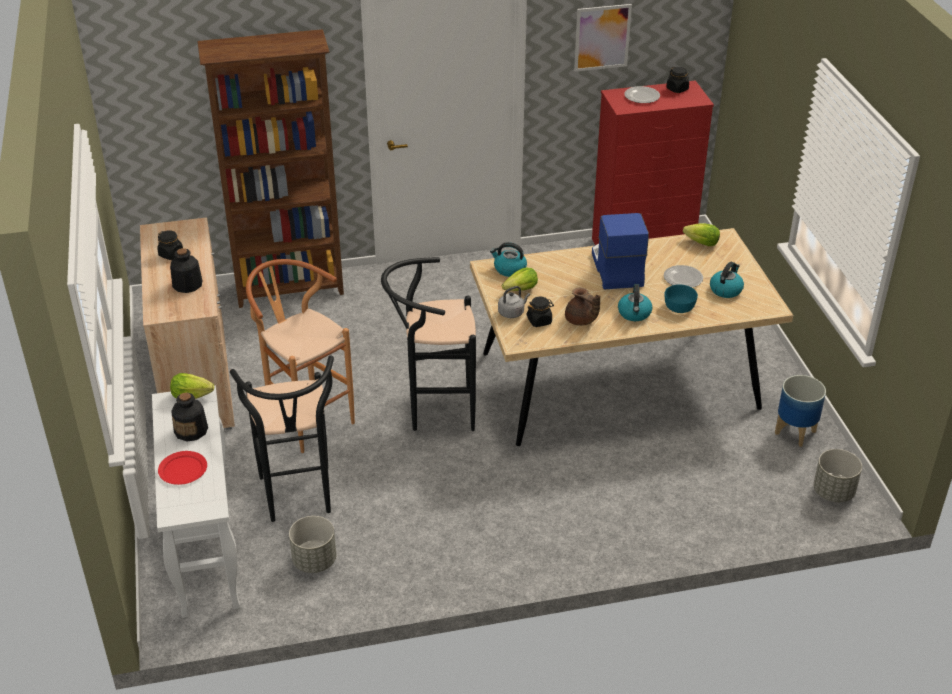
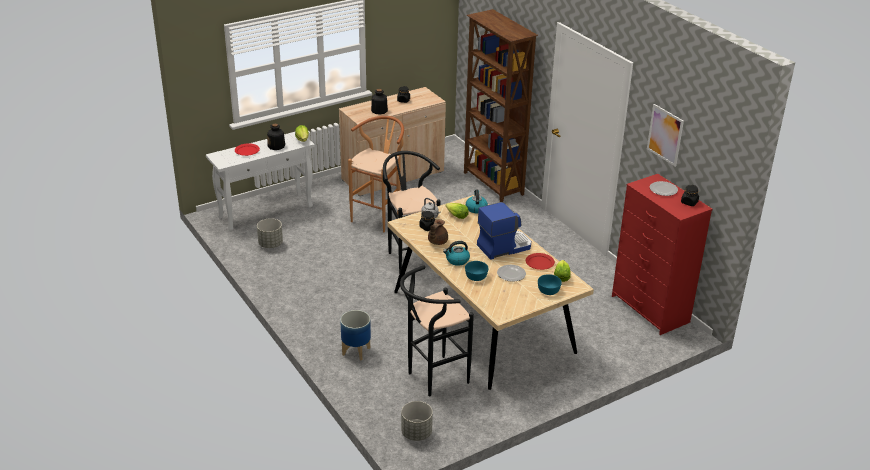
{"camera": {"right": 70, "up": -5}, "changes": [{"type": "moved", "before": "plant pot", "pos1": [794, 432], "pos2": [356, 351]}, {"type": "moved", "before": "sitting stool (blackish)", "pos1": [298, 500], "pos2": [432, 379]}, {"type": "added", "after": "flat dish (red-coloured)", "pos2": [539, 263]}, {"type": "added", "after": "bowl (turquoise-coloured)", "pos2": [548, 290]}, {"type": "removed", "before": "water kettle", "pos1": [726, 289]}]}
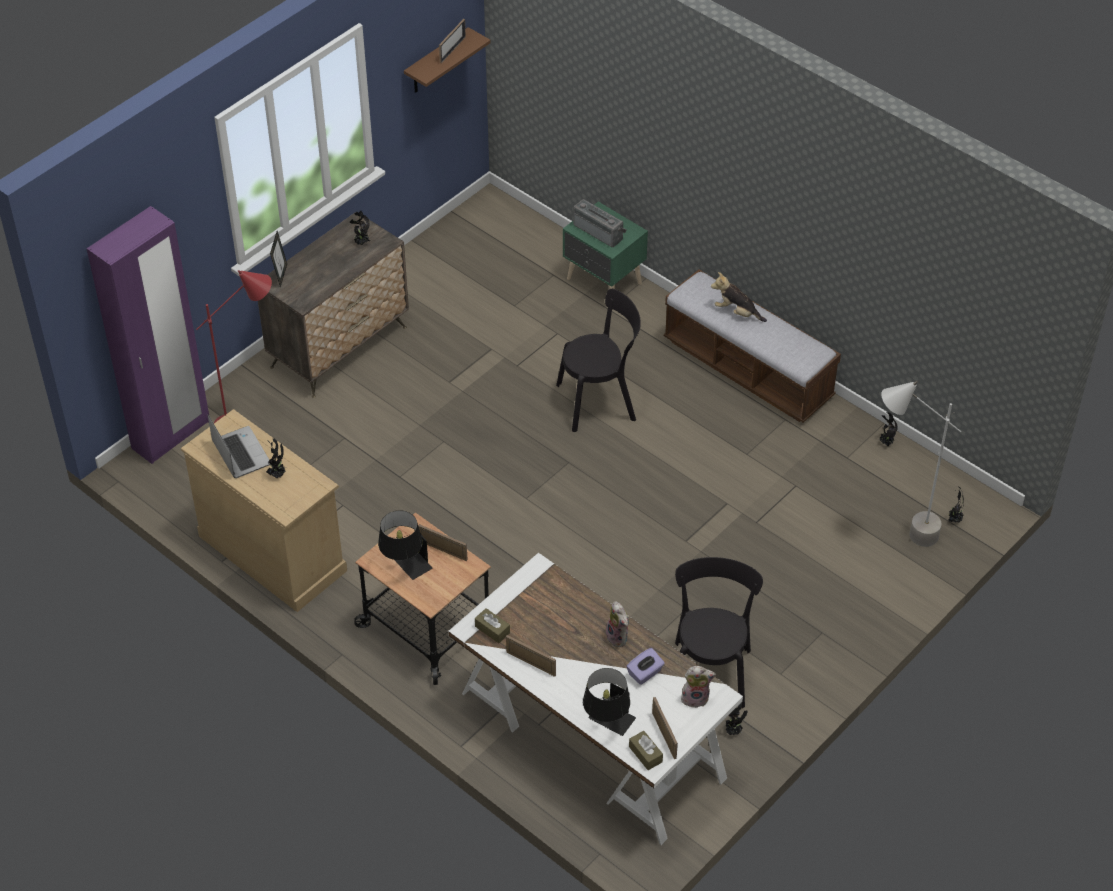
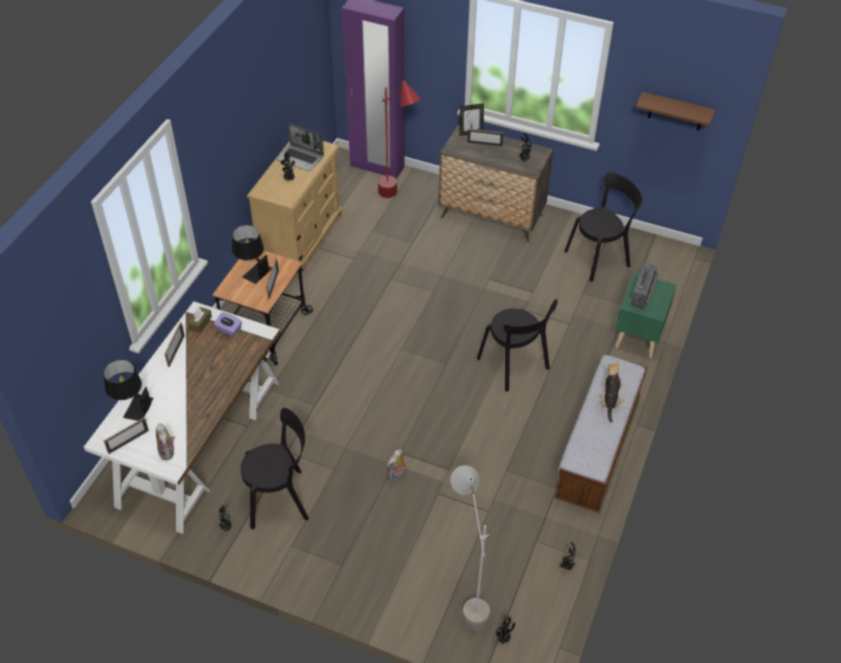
{"camera": {"right": 70, "up": 0}, "changes": [{"type": "moved", "before": "box of tissues (purplish)", "pos1": [645, 673], "pos2": [229, 330]}, {"type": "turned", "before": "notebook computer", "pos1": [240, 453], "pos2": [301, 158], "turn": 75}, {"type": "moved", "before": "plush toy", "pos1": [619, 637], "pos2": [397, 475]}, {"type": "moved", "before": "photo frame", "pos1": [452, 50], "pos2": [484, 144]}, {"type": "added", "after": "plain chair (blackish)", "pos2": [600, 257]}, {"type": "removed", "before": "box of tissues (brown-coloured)", "pos1": [645, 754]}]}
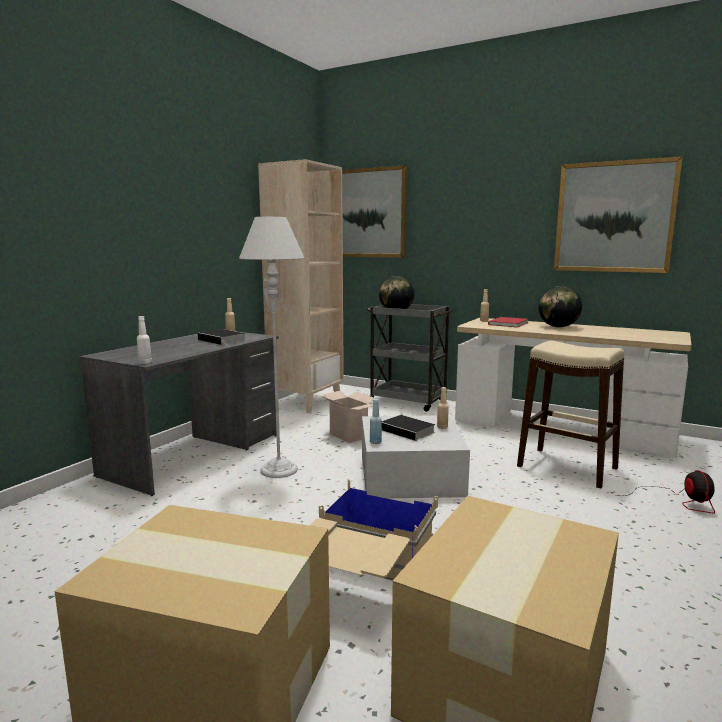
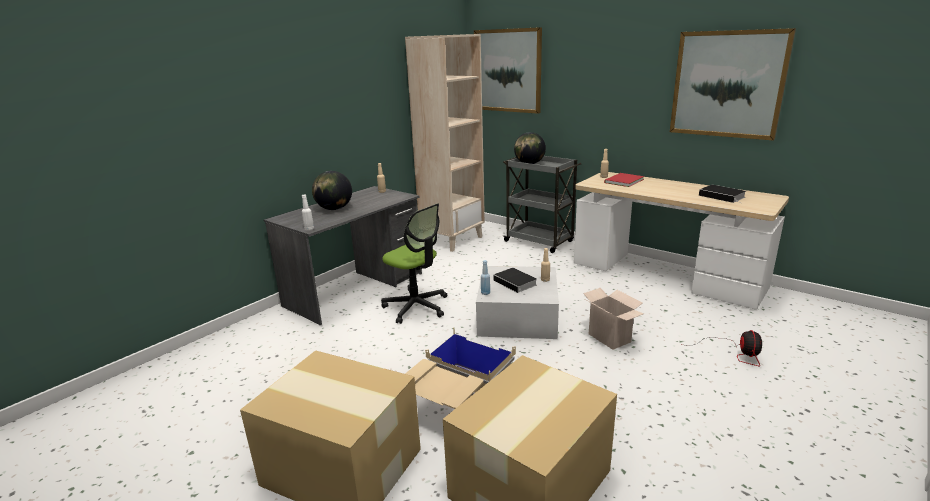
{"camera": {"right": 10, "up": 10}, "changes": [{"type": "moved", "before": "desk globe", "pos1": [558, 327], "pos2": [334, 209]}, {"type": "replaced", "before": "standing lamp (gray)", "after": "desk chair", "pos1": [279, 470], "pos2": [416, 307]}, {"type": "moved", "before": "packing box", "pos1": [350, 436], "pos2": [611, 338]}, {"type": "moved", "before": "bound book", "pos1": [223, 340], "pos2": [723, 196]}, {"type": "removed", "before": "sitting stool (beige-coloured)", "pos1": [566, 467]}]}
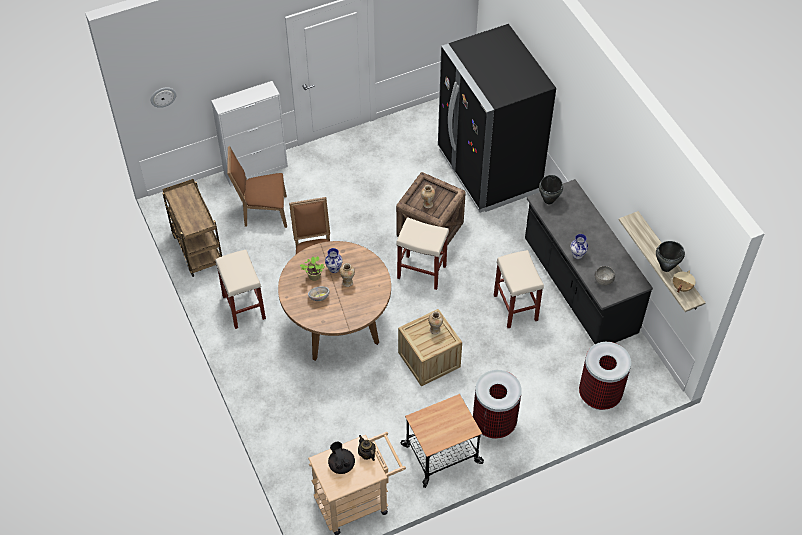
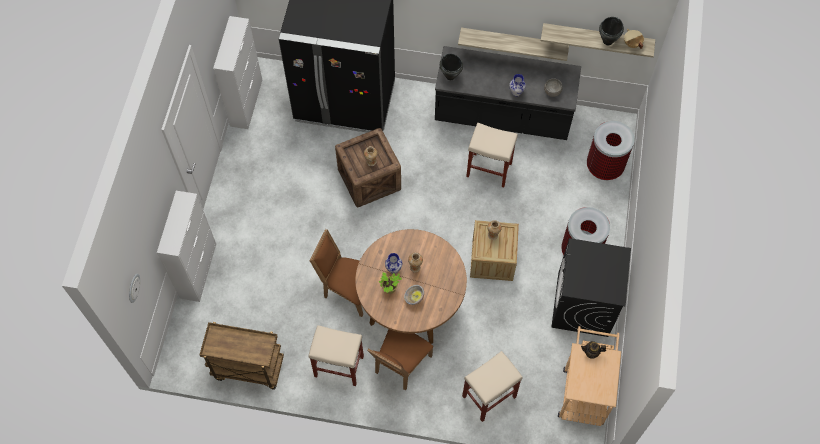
{"camera": {"right": -55, "up": 10}, "changes": [{"type": "added", "after": "storage cabinet (whitish)", "pos2": [246, 102]}, {"type": "moved", "before": "plain chair (brown-coloured)", "pos1": [262, 212], "pos2": [400, 365]}, {"type": "added", "after": "shelf", "pos2": [514, 41]}, {"type": "moved", "before": "sitting stool (beige-coloured)", "pos1": [422, 272], "pos2": [489, 396]}, {"type": "replaced", "before": "cart", "after": "washing machine (blackish)", "pos1": [442, 454], "pos2": [583, 305]}, {"type": "removed", "before": "pot for tea (blackish)", "pos1": [341, 464]}]}
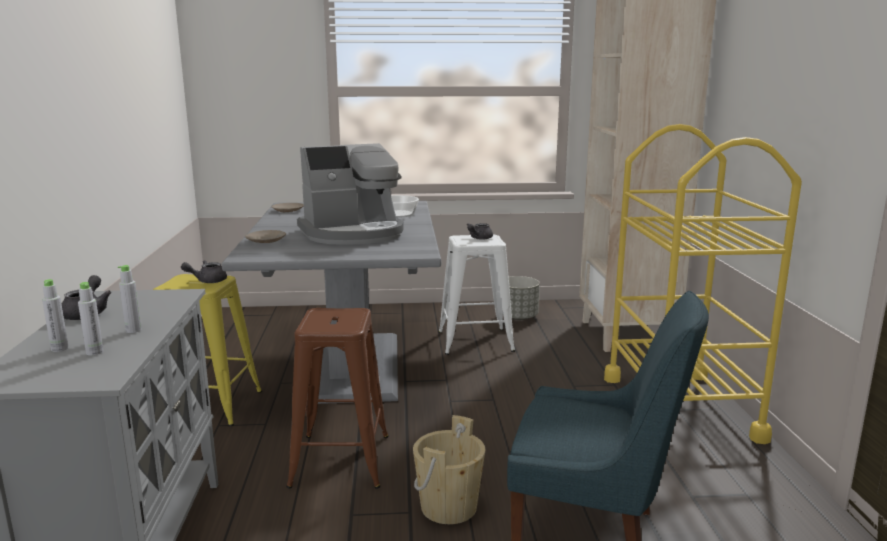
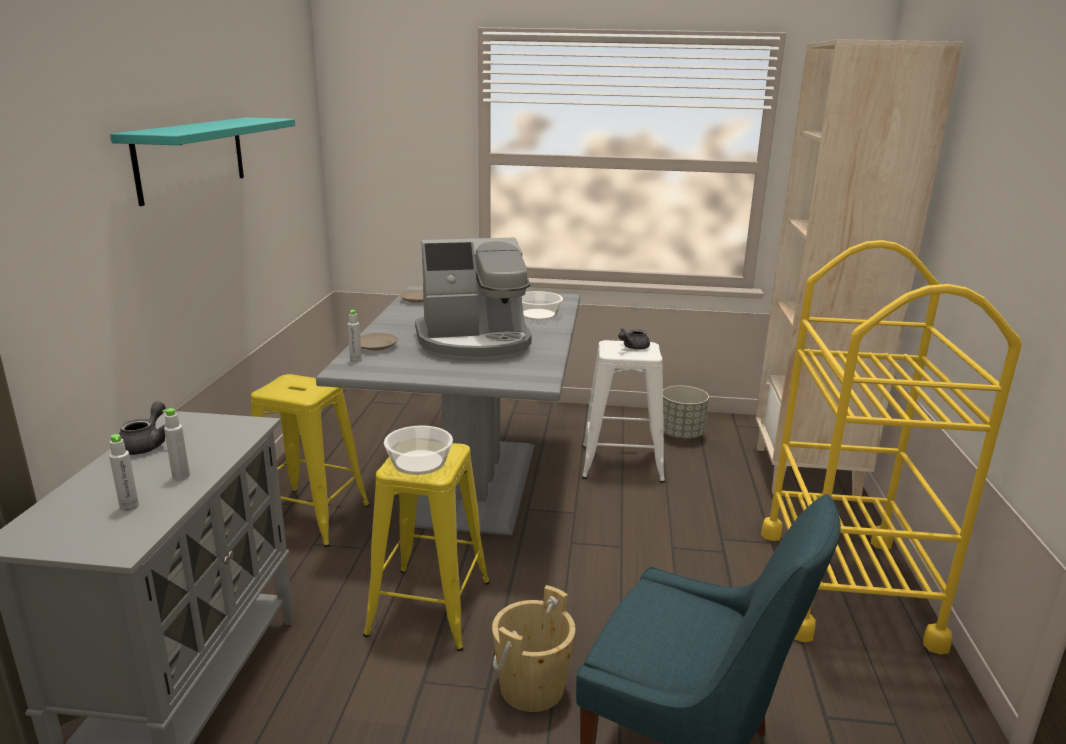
{"camera": {"right": 10, "up": 5}, "changes": [{"type": "added", "after": "shelf (turquoise-coloured)", "pos2": [192, 157]}, {"type": "moved", "before": "drink bottle (gray)", "pos1": [59, 349], "pos2": [355, 360]}, {"type": "recoloured", "before": "sitting stool (brown-coloured)", "after": "sitting stool (yellowish)", "pos1": [340, 460], "pos2": [429, 607]}, {"type": "added", "after": "bowl", "pos2": [419, 462]}, {"type": "removed", "before": "pot for tea (gray)", "pos1": [207, 281]}]}
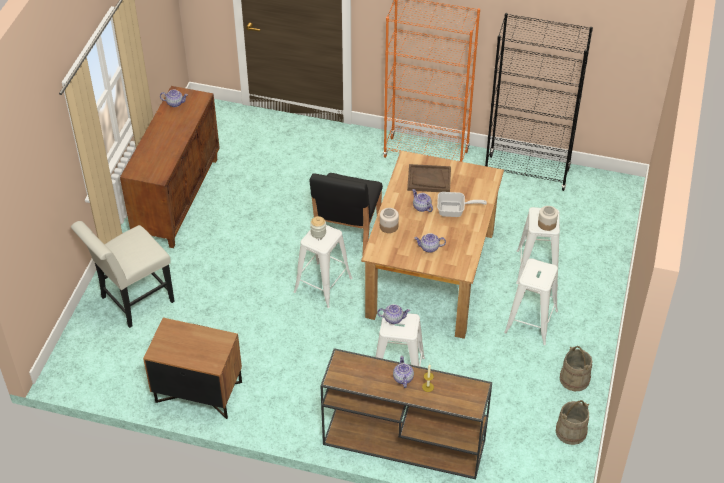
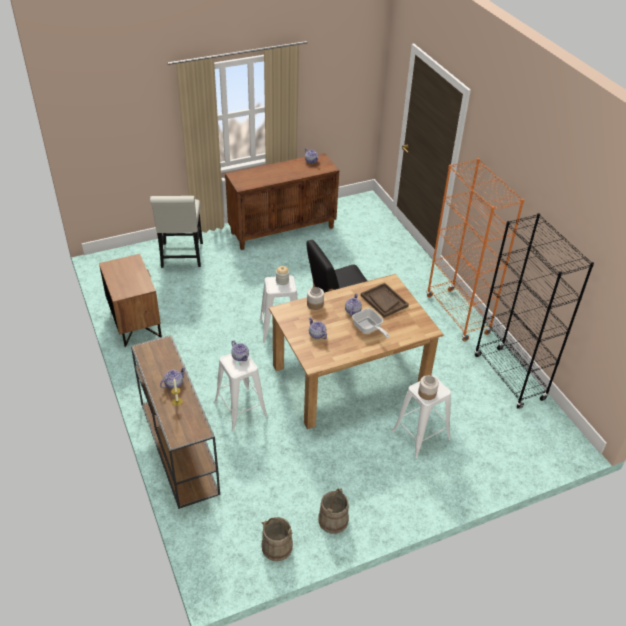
{"camera": {"right": 50, "up": -5}, "changes": [{"type": "turned", "before": "plain chair (whitish)", "pos1": [133, 302], "pos2": [181, 257], "turn": -105}, {"type": "removed", "before": "sitting stool (whitish)", "pos1": [531, 321]}]}
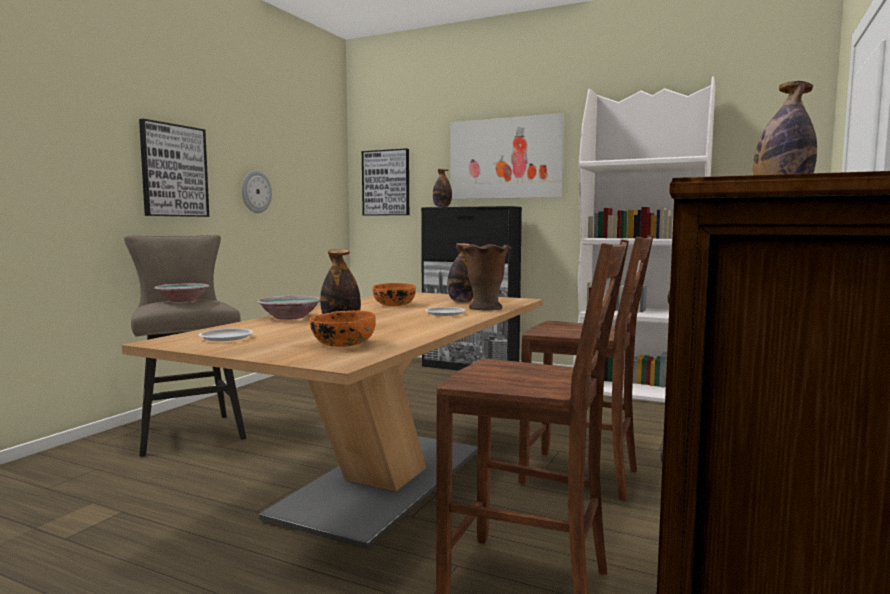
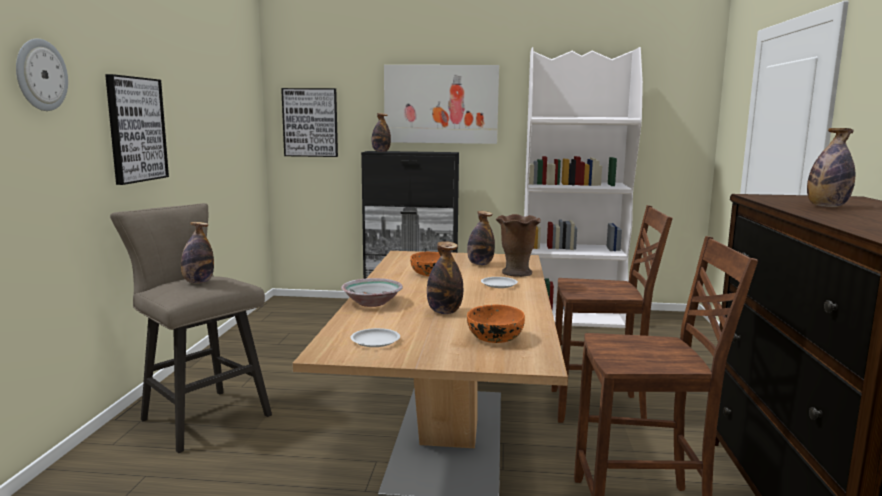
{"camera": {"right": -20, "up": 5}, "changes": [{"type": "moved", "before": "wall clock", "pos1": [256, 192], "pos2": [40, 75]}, {"type": "replaced", "before": "bowl", "after": "drink bottle", "pos1": [182, 300], "pos2": [198, 282]}]}
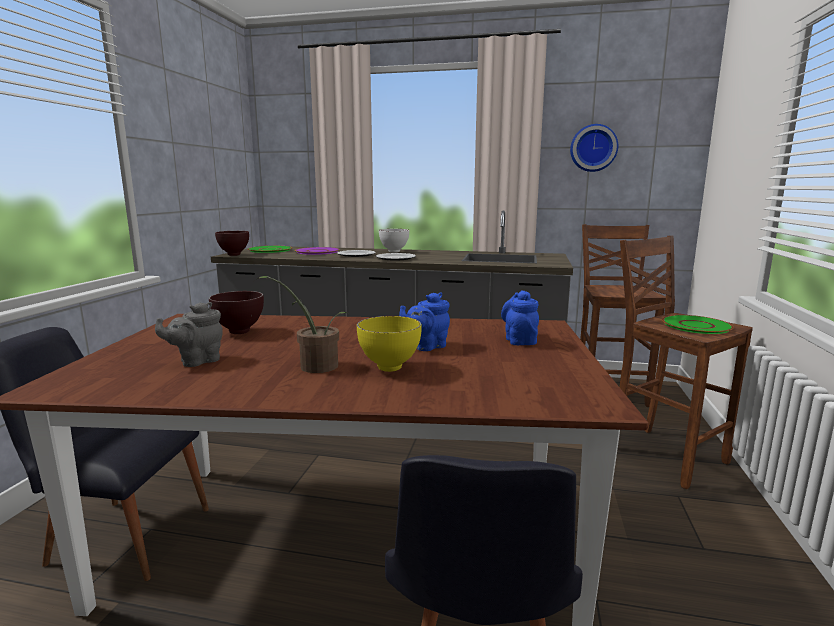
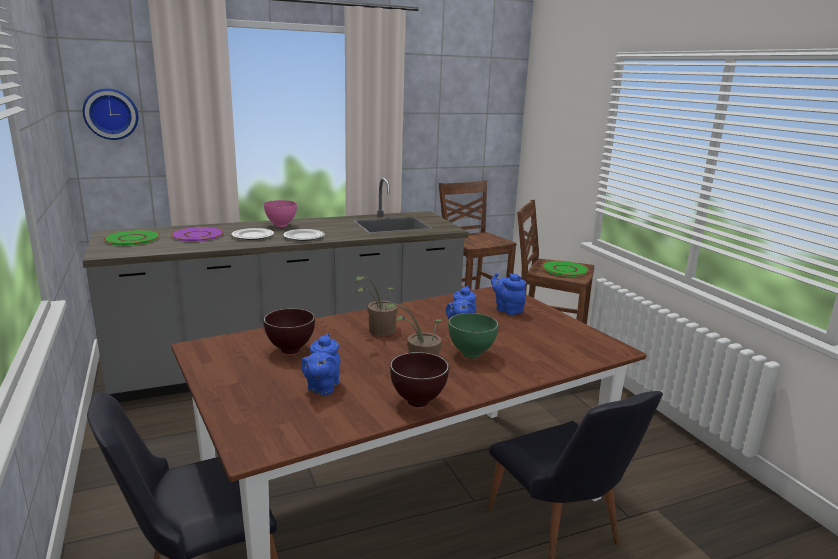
{"camera": {"right": -35, "up": 5}, "changes": [{"type": "moved", "before": "wall clock", "pos1": [593, 148], "pos2": [111, 114]}, {"type": "recoloured", "before": "bowl (whitish)", "after": "bowl (pinkish)", "pos1": [393, 252], "pos2": [280, 226]}, {"type": "recoloured", "before": "pot for tea (gray)", "after": "pot for tea (blue)", "pos1": [197, 361], "pos2": [322, 388]}, {"type": "added", "after": "houseplant", "pos2": [378, 331]}, {"type": "moved", "before": "bowl (brown-coloured)", "pos1": [233, 255], "pos2": [417, 403]}, {"type": "recoloured", "before": "bowl (yellowish)", "after": "bowl (green-coloured)", "pos1": [389, 367], "pos2": [470, 354]}]}
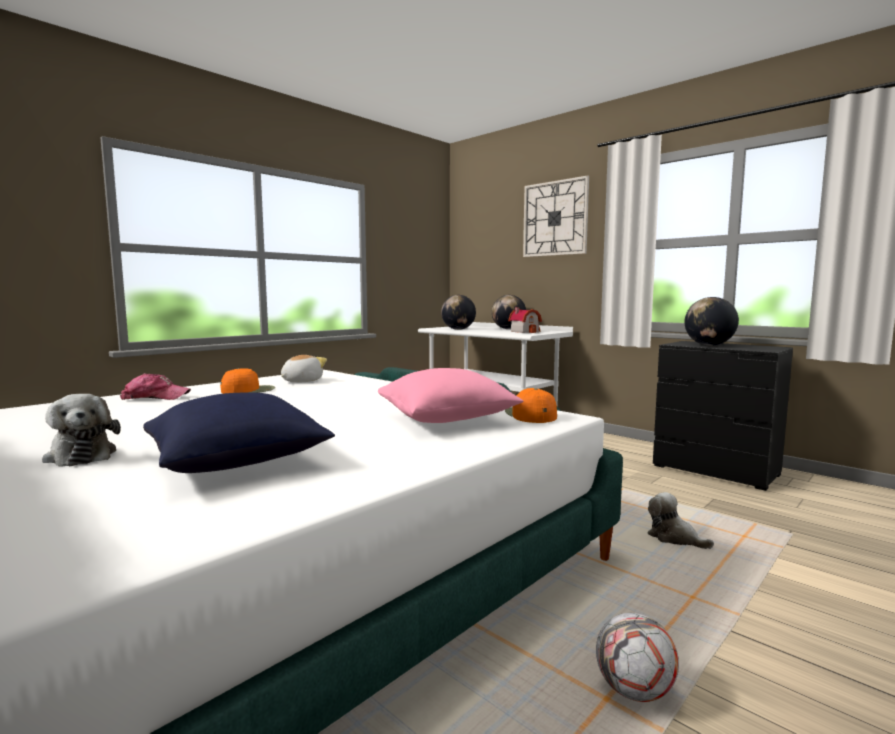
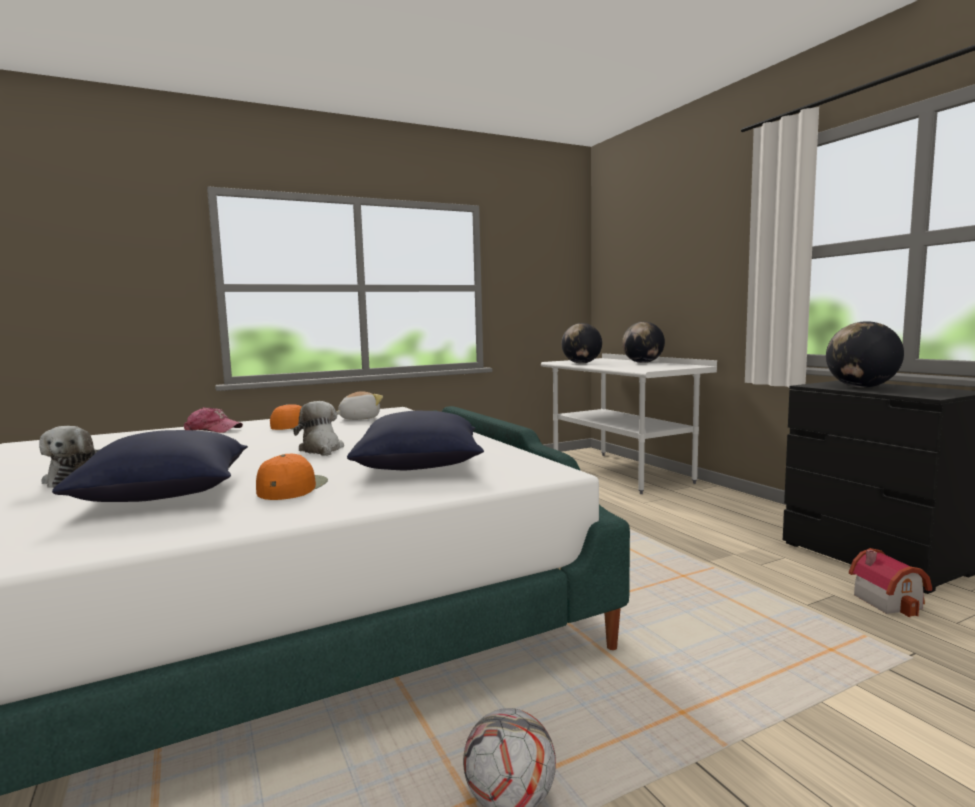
{"camera": {"right": 20, "up": 0}, "changes": [{"type": "moved", "before": "baseball cap (orange-coloured)", "pos1": [530, 415], "pos2": [292, 487]}, {"type": "moved", "before": "plush toy", "pos1": [674, 538], "pos2": [321, 449]}, {"type": "recoloured", "before": "pillow (pinkish)", "after": "pillow (blue)", "pos1": [446, 419], "pos2": [420, 467]}, {"type": "moved", "before": "miniature house", "pos1": [525, 331], "pos2": [889, 601]}, {"type": "removed", "before": "wall clock", "pos1": [555, 218]}]}
